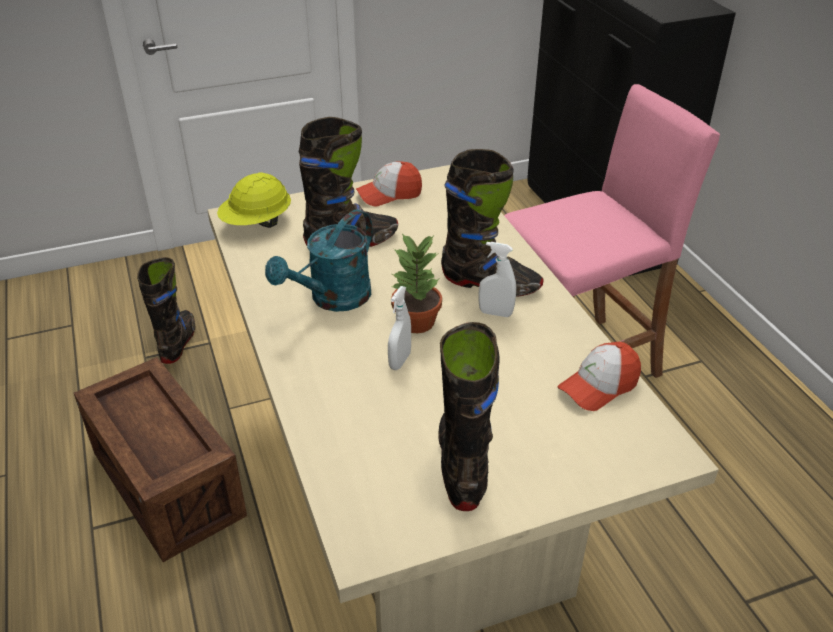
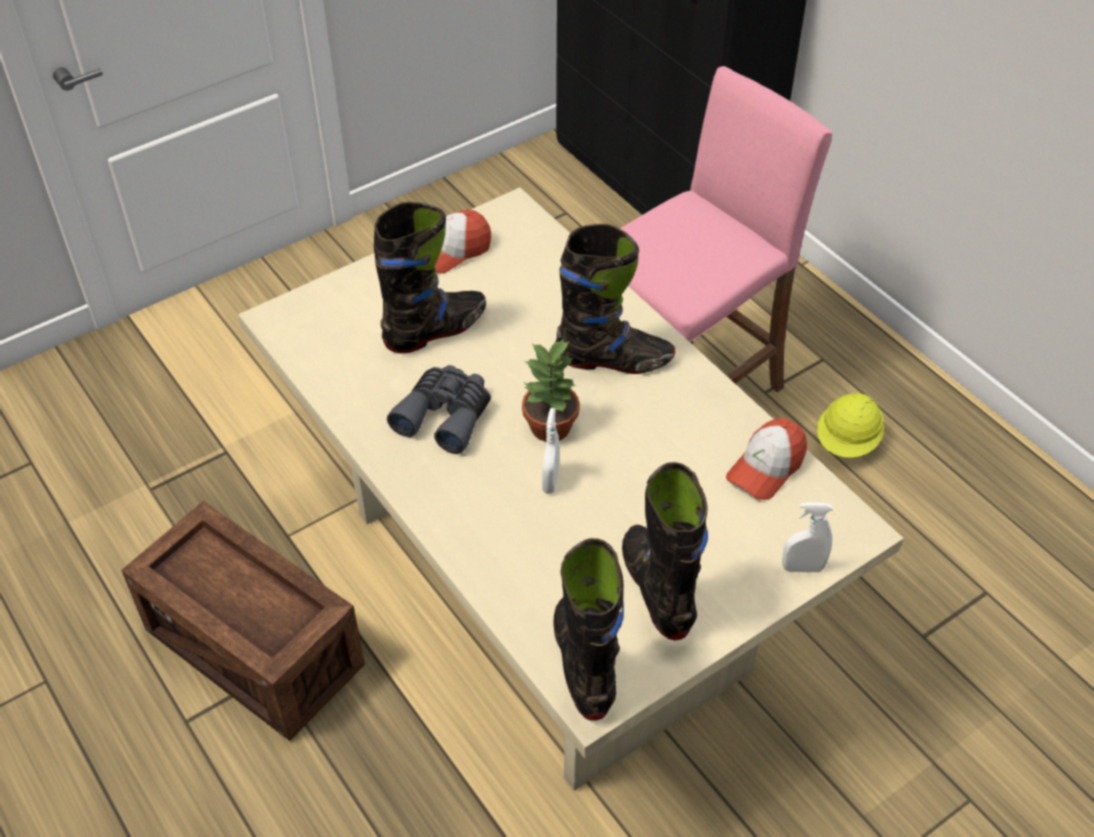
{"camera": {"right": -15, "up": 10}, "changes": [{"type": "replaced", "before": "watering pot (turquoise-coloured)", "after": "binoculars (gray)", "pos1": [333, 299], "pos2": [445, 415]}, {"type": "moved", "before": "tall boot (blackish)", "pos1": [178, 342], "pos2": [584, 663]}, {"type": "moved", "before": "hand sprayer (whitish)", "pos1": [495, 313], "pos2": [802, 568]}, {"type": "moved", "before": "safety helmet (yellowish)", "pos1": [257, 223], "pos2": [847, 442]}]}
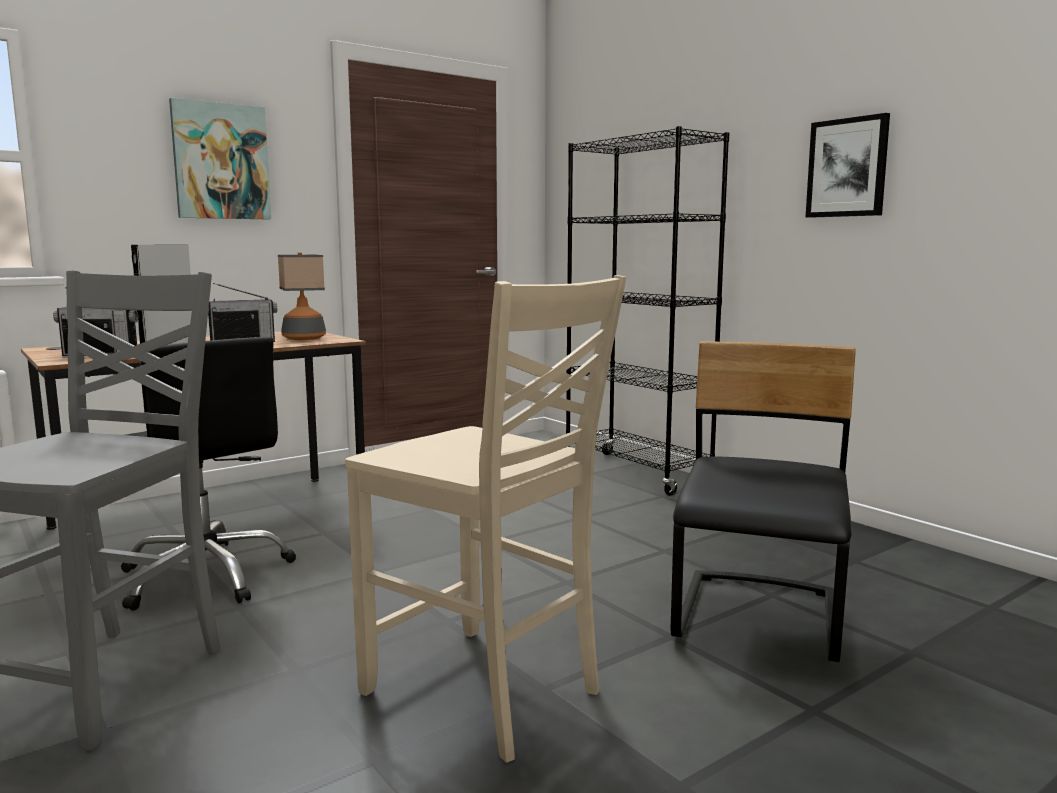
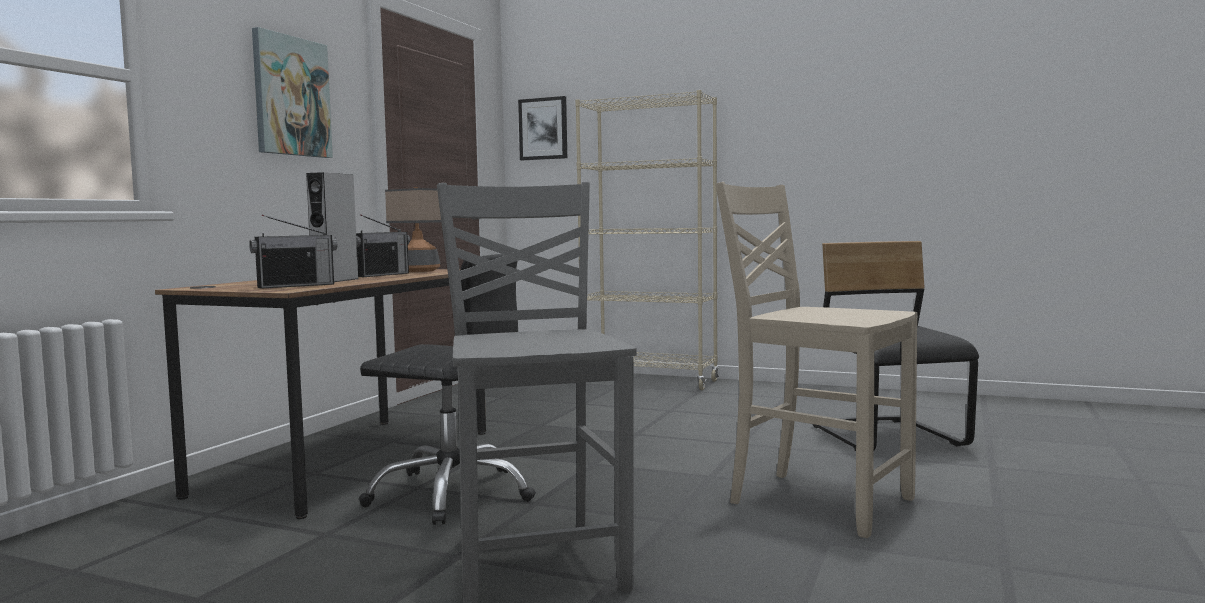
{"camera": {"right": -30, "up": -5}, "changes": [{"type": "moved", "before": "wall art", "pos1": [847, 168], "pos2": [543, 129]}, {"type": "recoloured", "before": "shelving unit (blackish)", "after": "shelving unit (beige-coloured)", "pos1": [636, 473], "pos2": [649, 381]}, {"type": "turned", "before": "plain chair (beige-coloured)", "pos1": [485, 693], "pos2": [817, 501], "turn": -150}]}
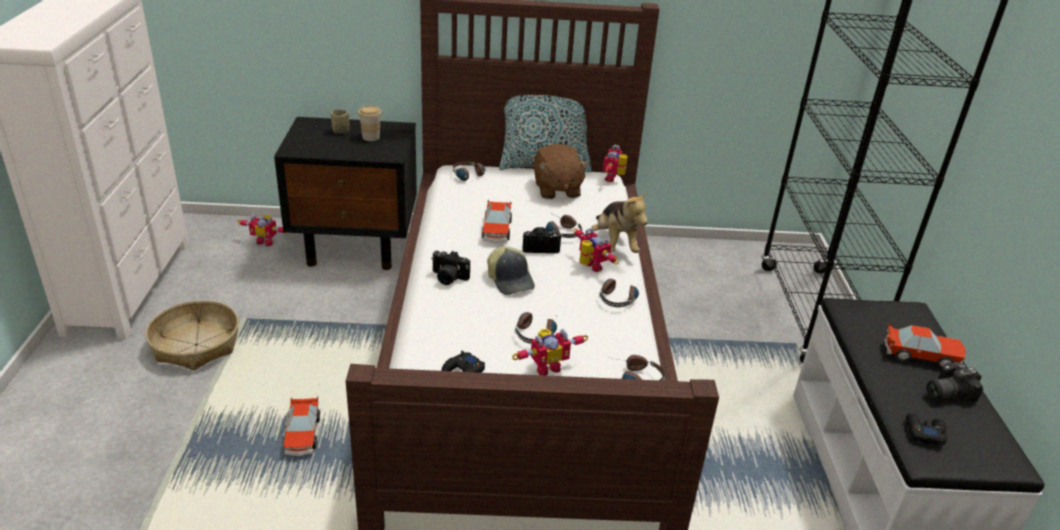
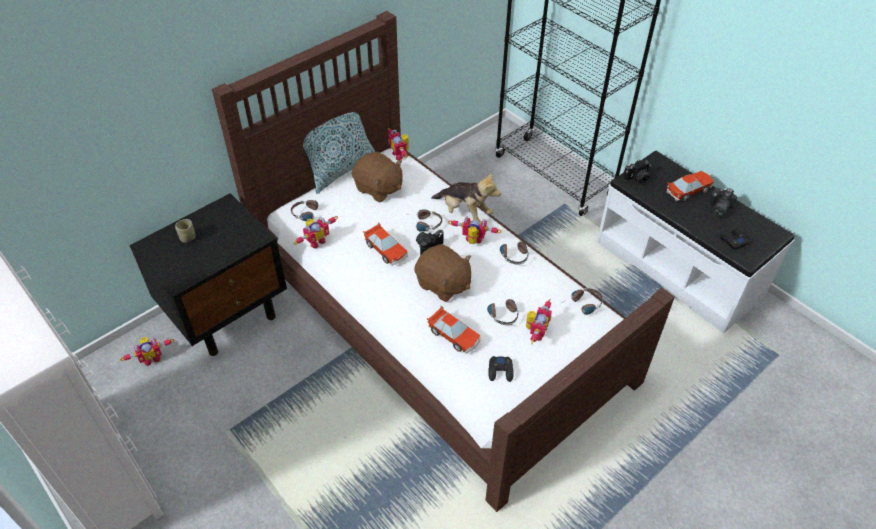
{"camera": {"right": -40, "up": 15}, "changes": [{"type": "added", "after": "toy robot", "pos2": [316, 241]}, {"type": "replaced", "before": "baseball cap", "after": "plush toy (brown-coloured)", "pos1": [510, 280], "pos2": [443, 284]}, {"type": "moved", "before": "miniature car", "pos1": [302, 435], "pos2": [454, 336]}, {"type": "moved", "before": "still camera", "pos1": [448, 278], "pos2": [637, 179]}, {"type": "removed", "before": "household basket", "pos1": [196, 344]}, {"type": "removed", "before": "small cup", "pos1": [371, 137]}]}
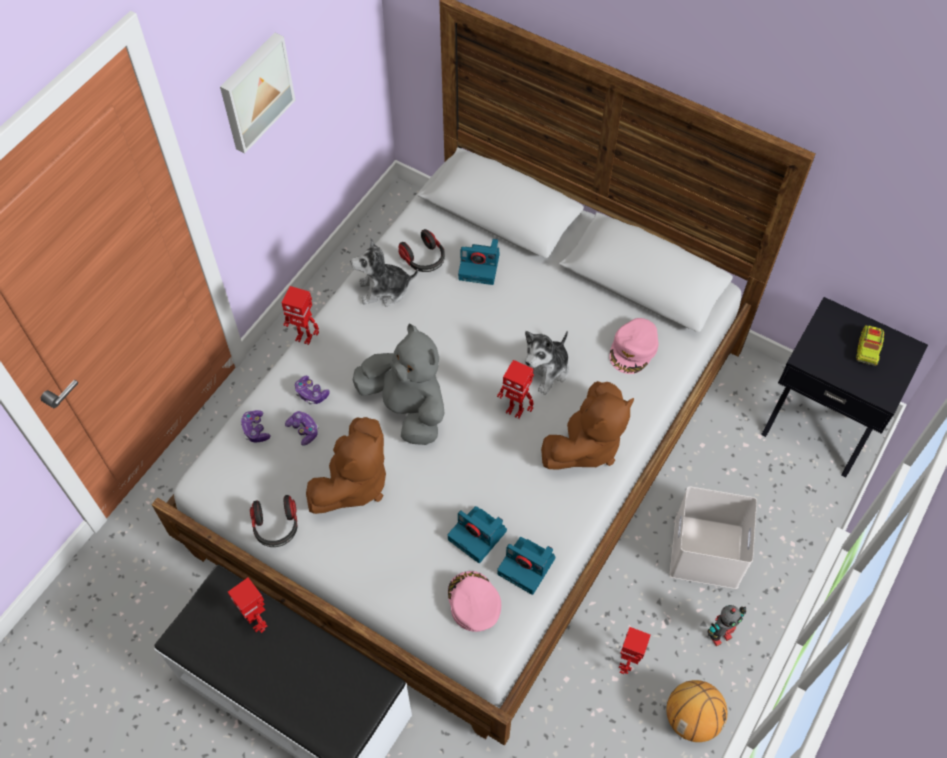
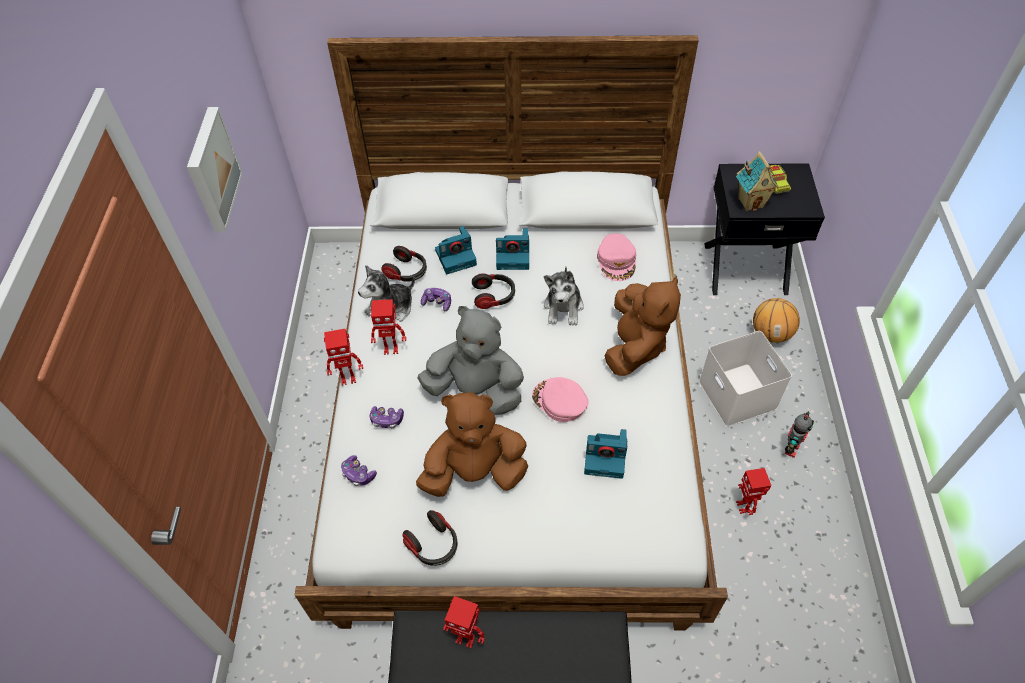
{"camera": {"right": -30, "up": -5}, "changes": [{"type": "moved", "before": "toy robot", "pos1": [515, 410], "pos2": [391, 349]}, {"type": "turned", "before": "plush toy (brown-coloured)", "pos1": [354, 483], "pos2": [475, 472], "turn": -105}, {"type": "moved", "before": "joypad", "pos1": [303, 430], "pos2": [437, 302]}, {"type": "added", "after": "headset", "pos2": [494, 296]}, {"type": "moved", "before": "still camera", "pos1": [527, 566], "pos2": [514, 256]}, {"type": "moved", "before": "baseball cap (pinkish)", "pos1": [473, 603], "pos2": [559, 401]}, {"type": "added", "after": "miniature house", "pos2": [750, 202]}, {"type": "moved", "before": "basketball", "pos1": [692, 718], "pos2": [770, 333]}]}
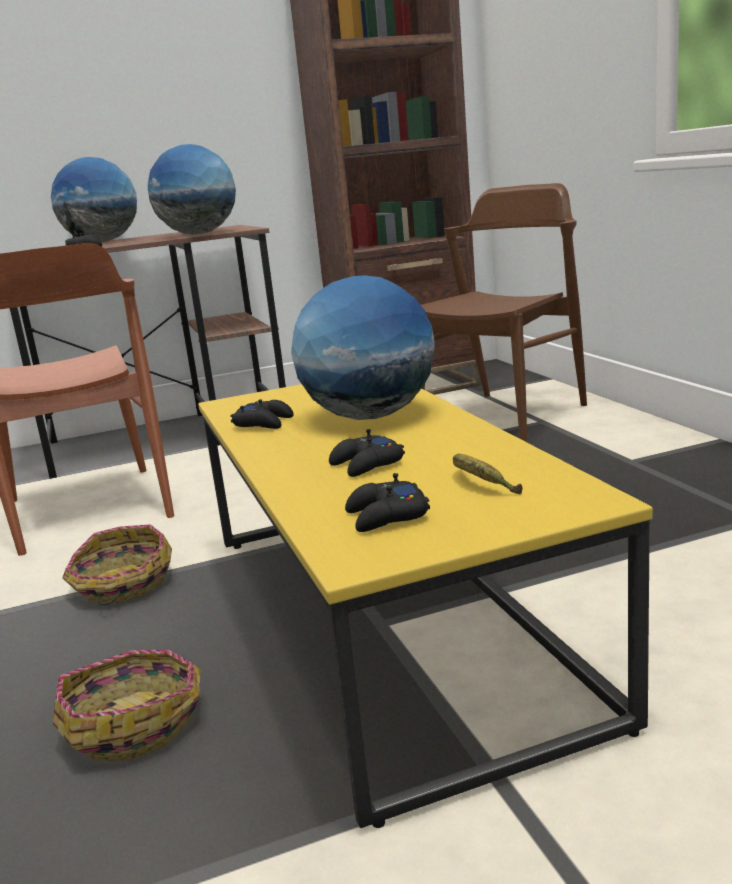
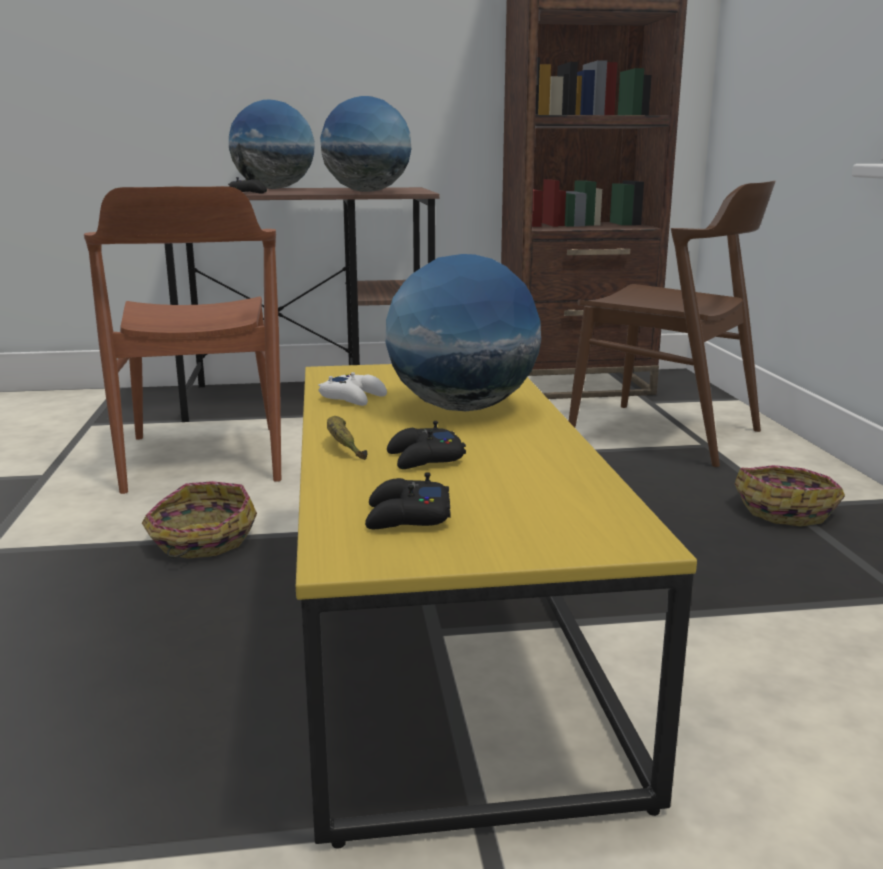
{"camera": {"right": 10, "up": 0}, "changes": [{"type": "recoloured", "before": "joypad (blackish)", "after": "joypad (whitish)", "pos1": [264, 423], "pos2": [353, 397]}, {"type": "moved", "before": "banana fruit", "pos1": [480, 484], "pos2": [343, 447]}, {"type": "turned", "before": "plain chair (brown-coloured)", "pos1": [503, 417], "pos2": [665, 433], "turn": 75}, {"type": "moved", "before": "household basket", "pos1": [135, 721], "pos2": [786, 509]}]}
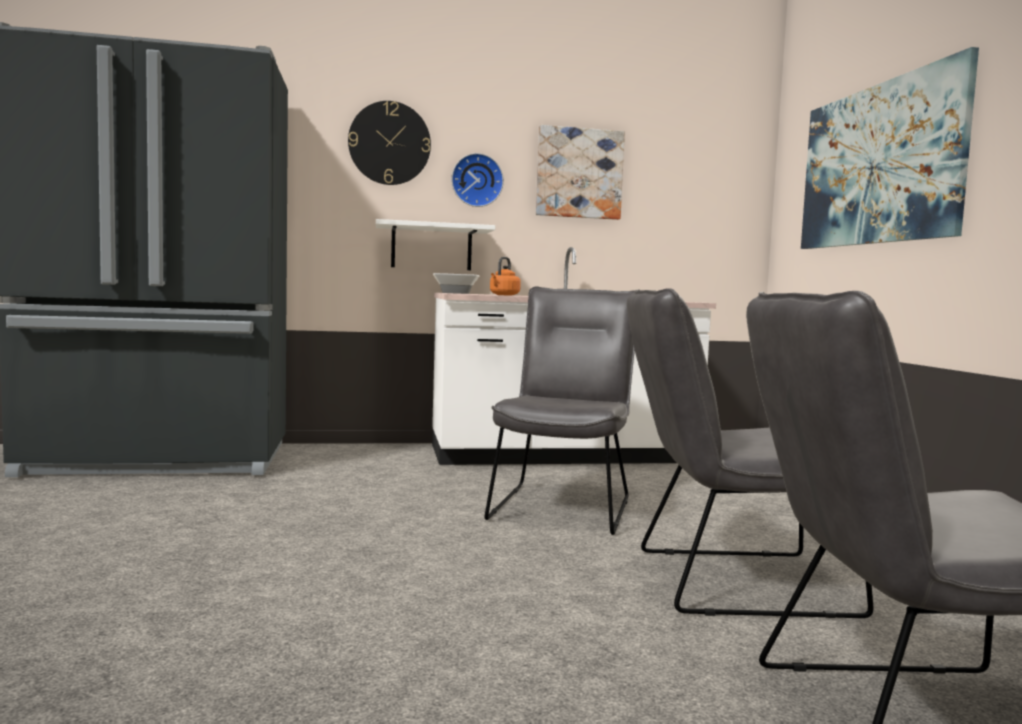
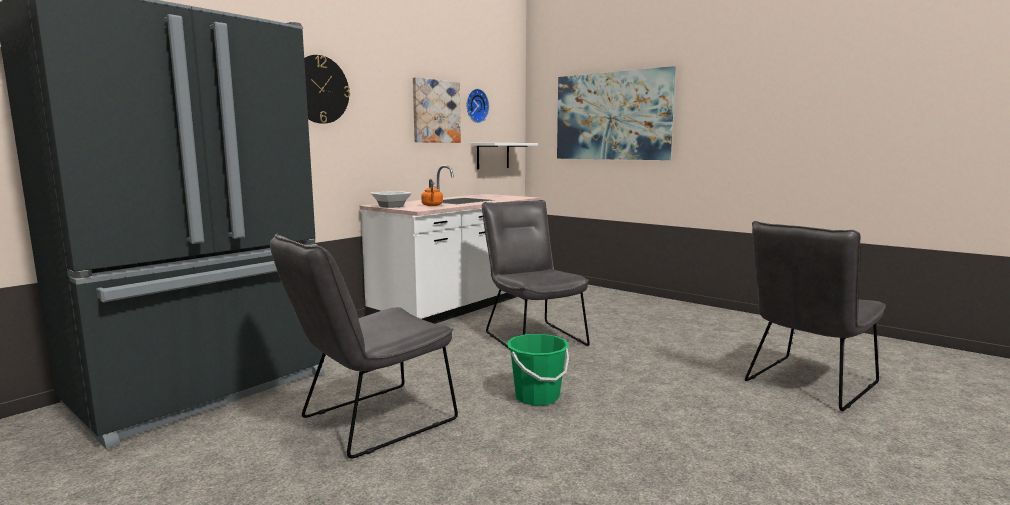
{"camera": {"right": -40, "up": 5}, "changes": [{"type": "moved", "before": "plain chair (gray)", "pos1": [727, 581], "pos2": [369, 422]}, {"type": "moved", "before": "wall clock", "pos1": [477, 180], "pos2": [475, 106]}, {"type": "moved", "before": "shelf (whitish)", "pos1": [431, 247], "pos2": [493, 155]}, {"type": "added", "after": "pail (green-coloured)", "pos2": [537, 397]}]}
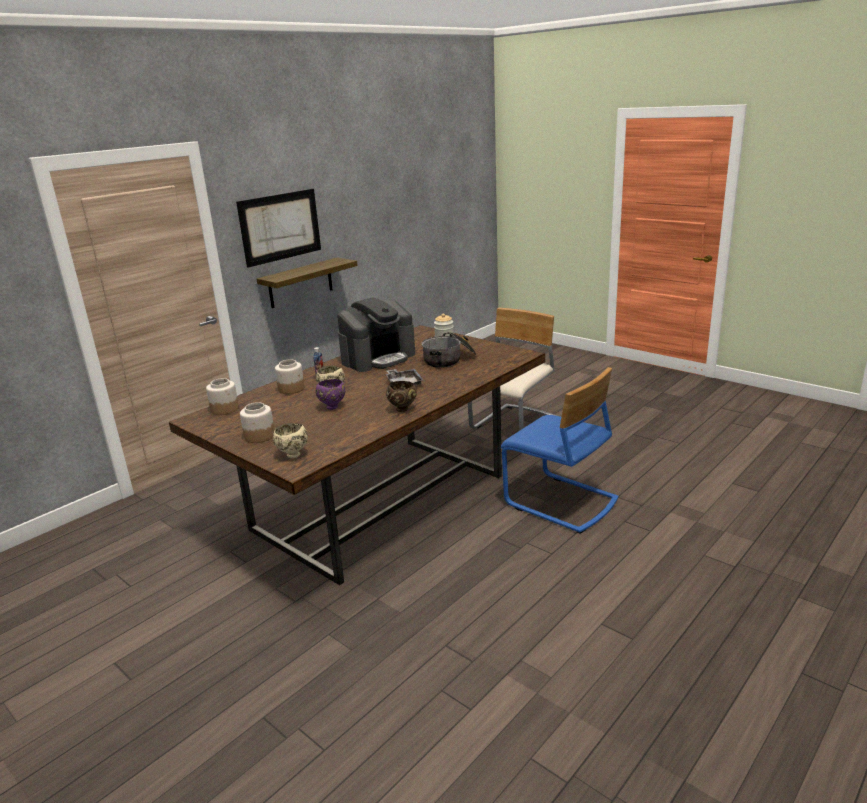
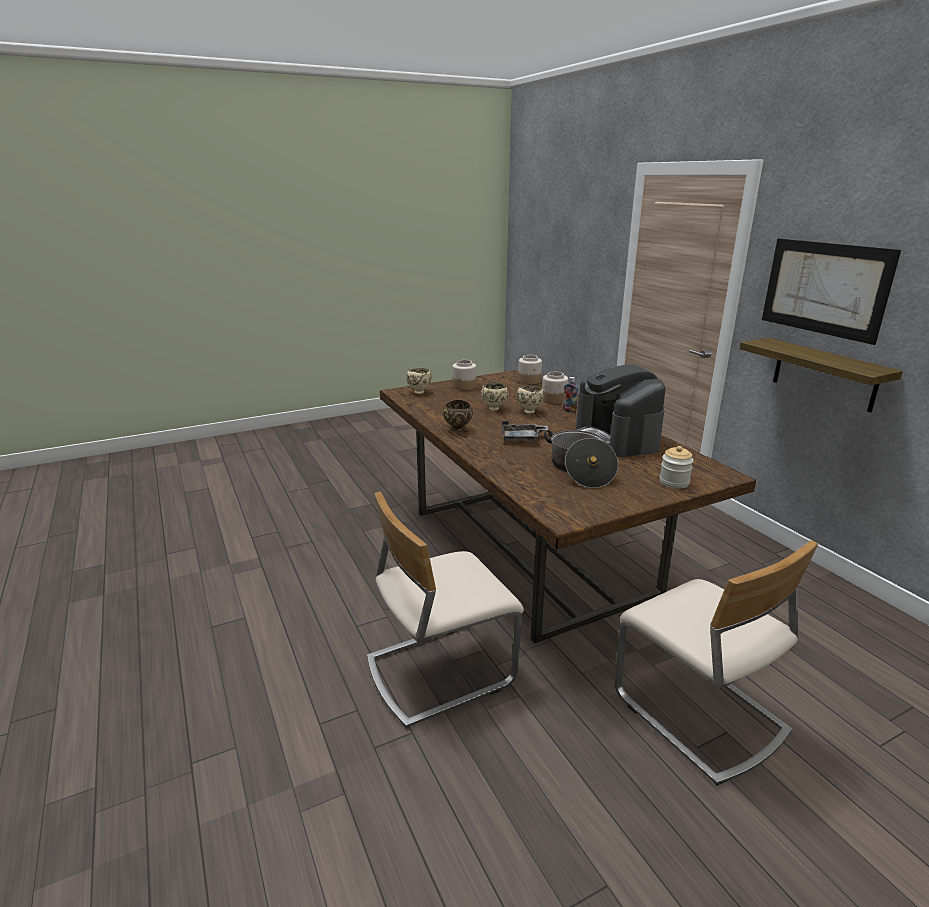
{"camera": {"right": 110, "up": 0}, "changes": [{"type": "recoloured", "before": "plain chair (blue)", "after": "plain chair (beige-coloured)", "pos1": [560, 502], "pos2": [439, 670]}, {"type": "recoloured", "before": "bowl (purplish)", "after": "bowl (beige-coloured)", "pos1": [332, 407], "pos2": [494, 409]}]}
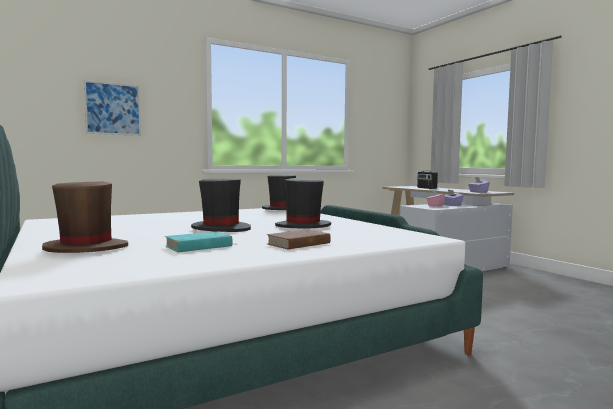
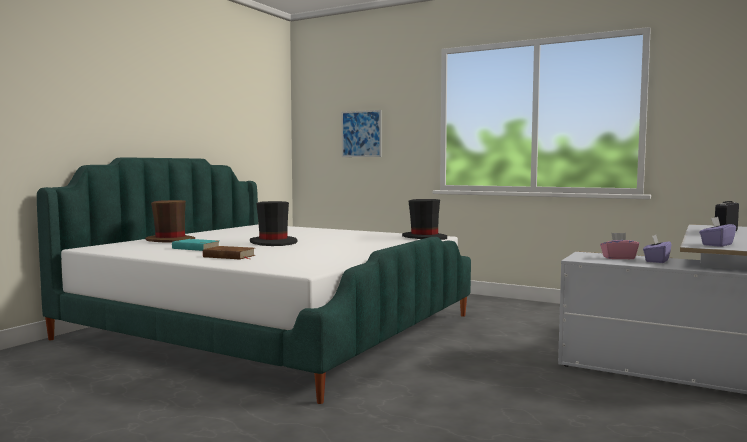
{"camera": {"right": 60, "up": 0}, "changes": [{"type": "removed", "before": "wearable hat (blackish)", "pos1": [303, 226]}]}
